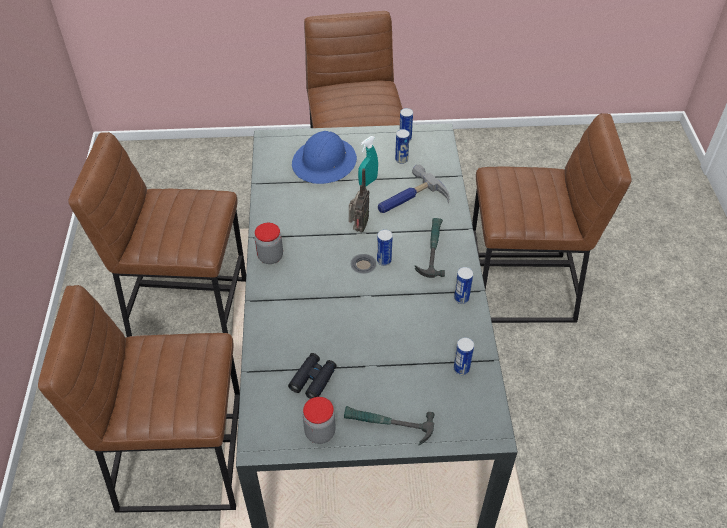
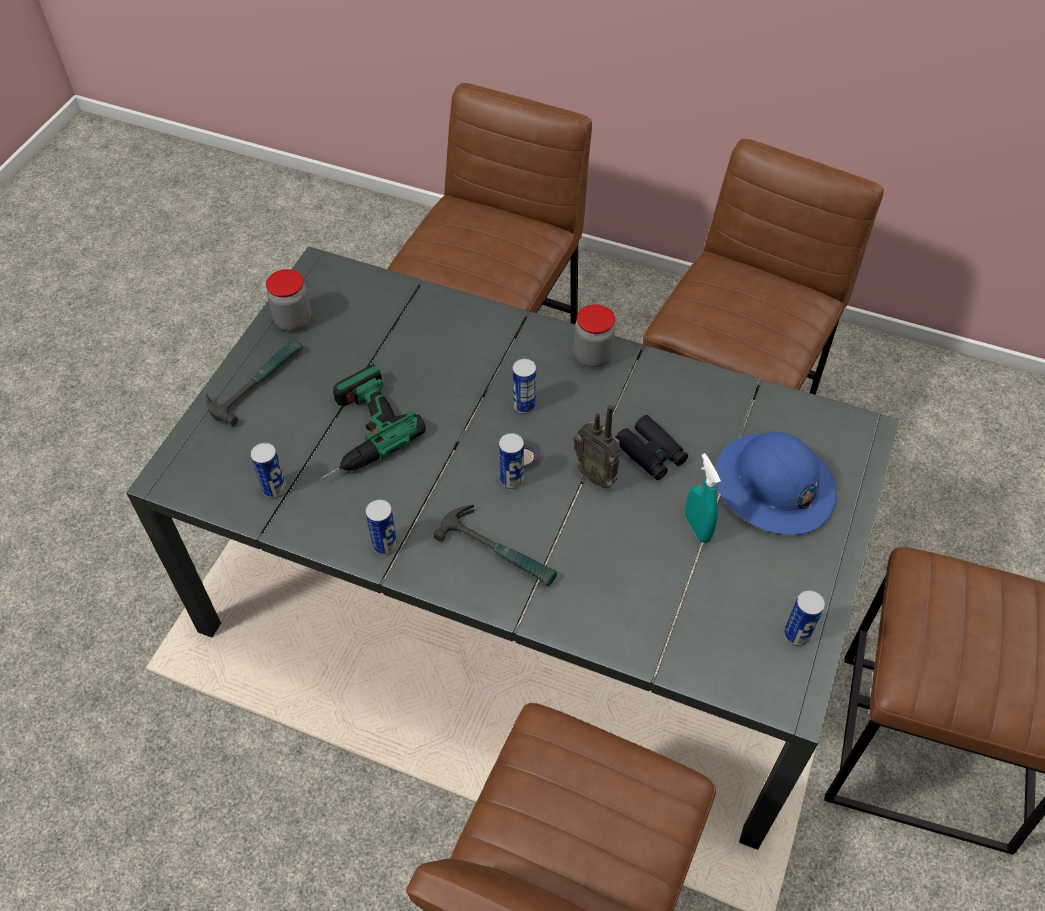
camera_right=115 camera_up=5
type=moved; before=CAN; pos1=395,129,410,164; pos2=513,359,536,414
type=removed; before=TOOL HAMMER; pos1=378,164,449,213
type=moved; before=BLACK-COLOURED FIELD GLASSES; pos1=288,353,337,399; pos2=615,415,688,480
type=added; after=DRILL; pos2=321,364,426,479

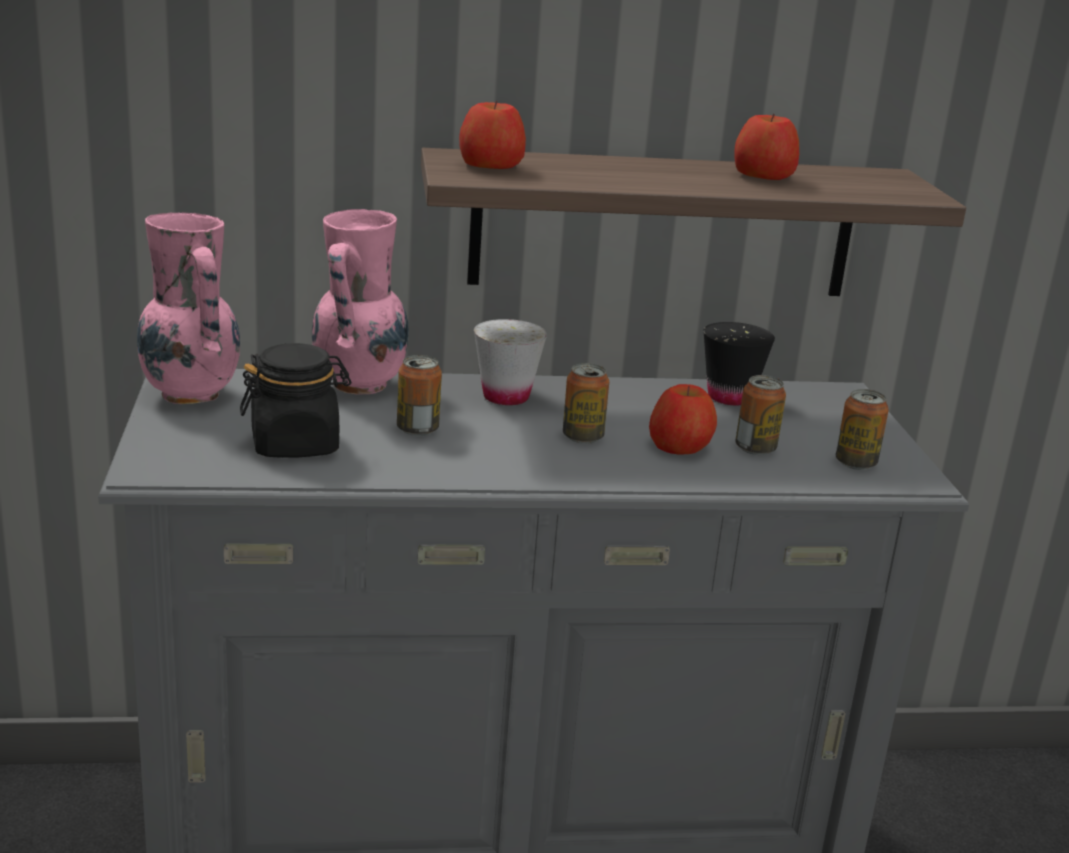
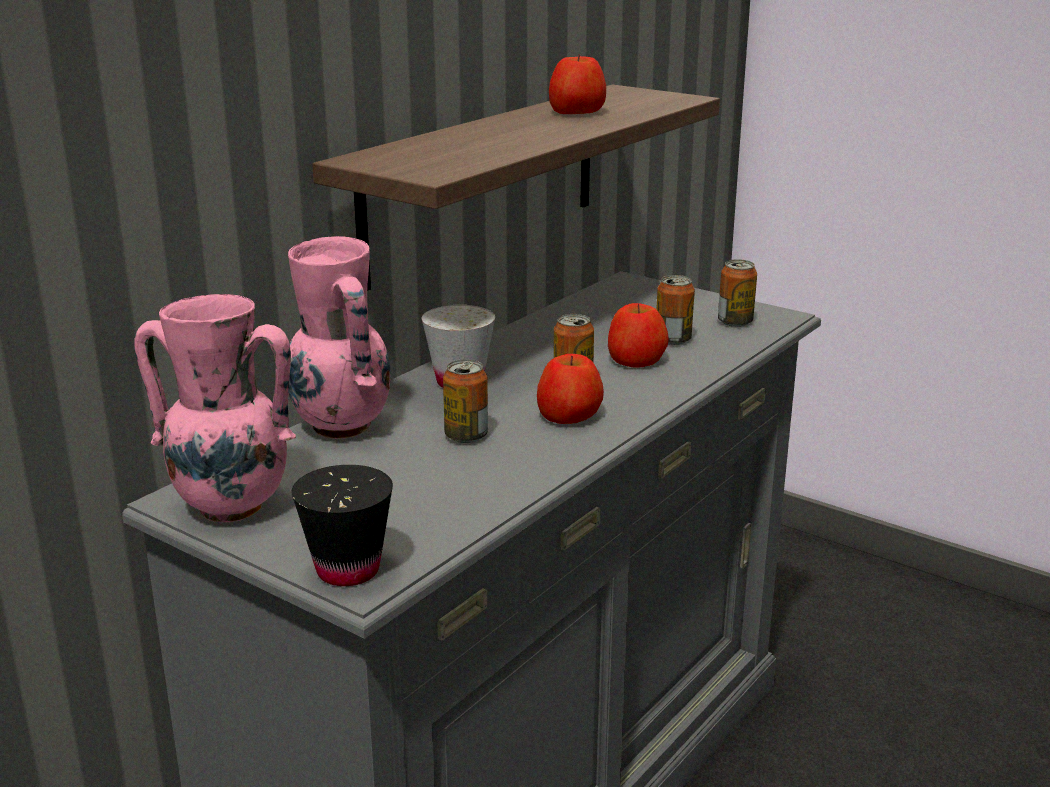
camera_right=-45 camera_up=0
type=moved; before=APPLE FRUIT; pos1=459,101,526,169; pos2=537,354,604,424
type=moved; before=BLACK-COLOURED CUP; pos1=703,322,775,405; pos2=291,465,393,586
type=removed; before=BLACK-COLOURED PRESERVE JAR; pos1=240,343,351,458

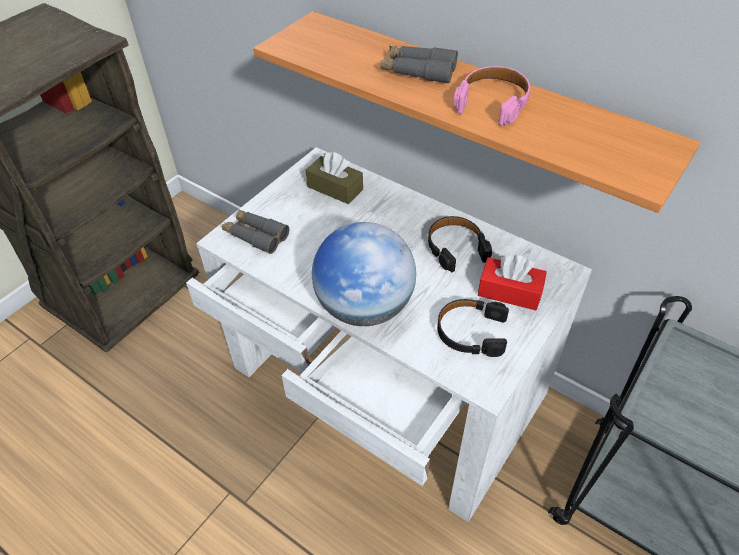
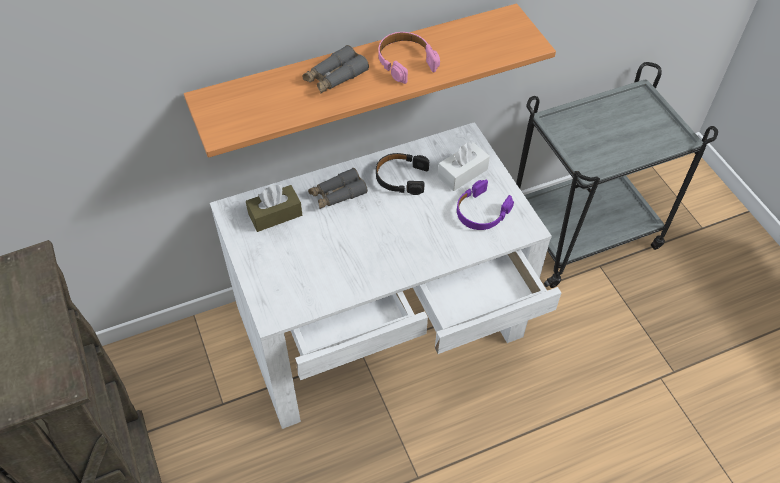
camera_right=-60 camera_up=5
type=moved; before=GREY FIELD GLASSES; pos1=222,209,289,254; pos2=308,168,368,209
type=removed; before=WORLD GLOBE; pos1=312,222,416,326
type=recoloured; before=RED-COLOURED TISSUE HOLDER; after=WHITE TISSUE HOLDER; pos1=478,255,547,310; pos2=438,142,490,191
type=recoloured; before=BLACK-COLOURED HEADSET; after=PURPLISH HEADSET; pos1=437,299,509,357; pos2=457,180,514,230

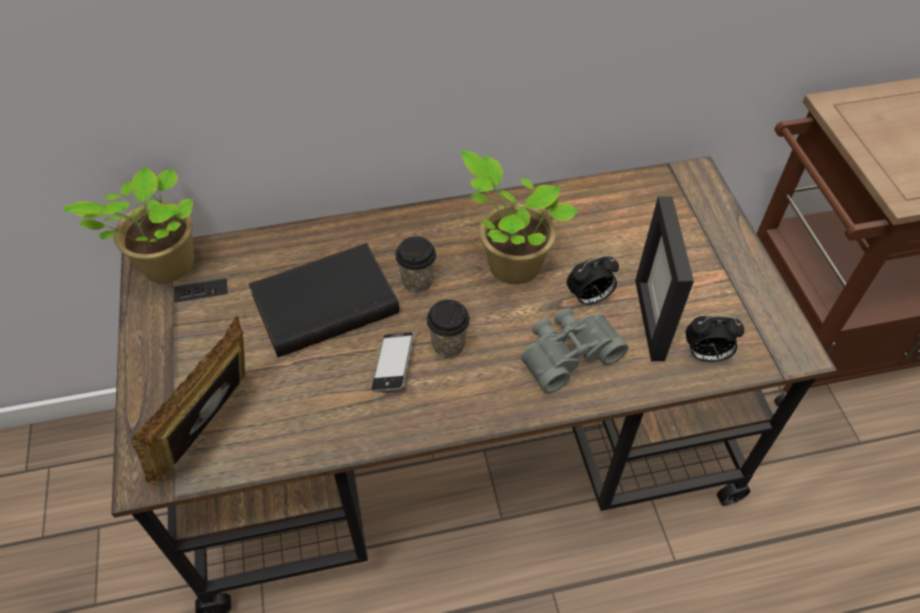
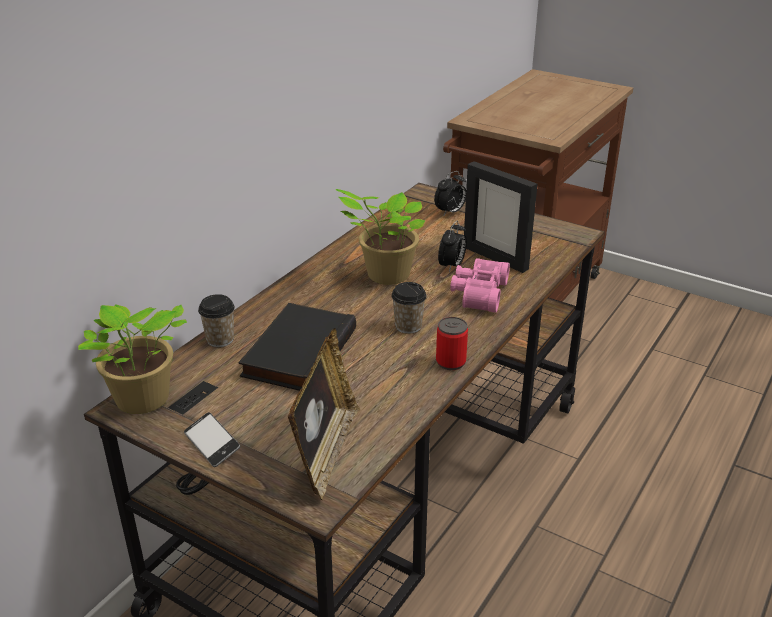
camera_right=-45 camera_up=-20
type=moved; before=CUP; pos1=395,236,436,293; pos2=198,294,235,347
type=recoloured; before=GREY FIELD GLASSES; after=PINK FIELD GLASSES; pos1=521,308,628,393; pos2=450,258,510,313
type=turned; before=PHOTO FRAME; pos1=131,316,245,485; pos2=288,328,360,500; turn=-150
type=moved; before=BEDSIDE CLOCK; pos1=686,316,744,362; pos2=434,171,466,215
type=moved; before=PHONE; pos1=371,332,414,392; pos2=184,412,240,467
type=added; after=CAN; pos2=436,317,468,370

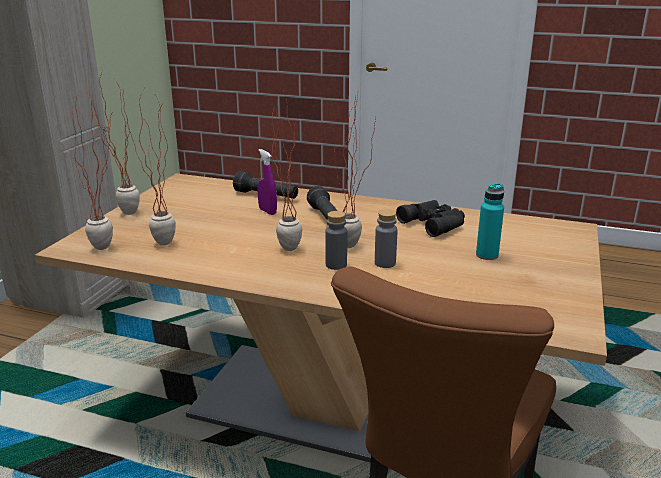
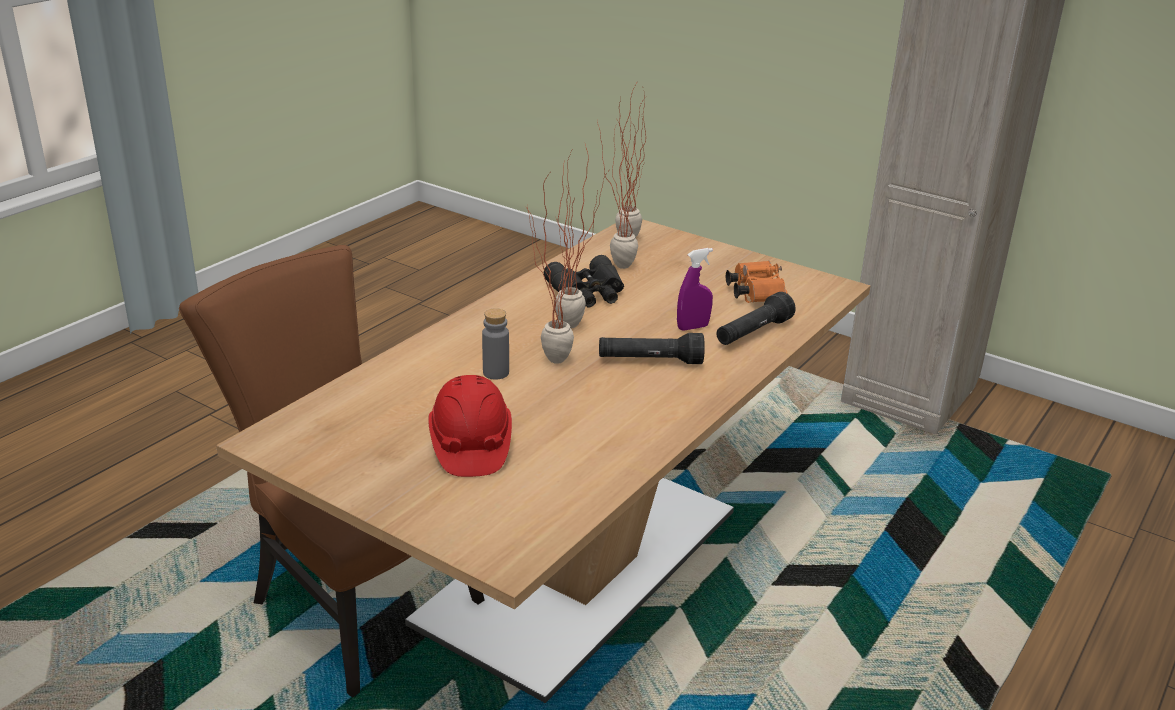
camera_right=105 camera_up=5
type=removed; before=POTTED PLANT; pos1=87,71,140,215
type=replaced; before=TURQUOISE-COLOURED BEVERAGE BOTTLE; after=RED-COLOURED WORK HELMET; pos1=476,183,504,260; pos2=428,375,512,477
type=moved; before=BLACK-COLOURED FIELD GLASSES; pos1=396,200,465,237; pos2=544,255,624,307
type=removed; before=GREY BEVERAGE BOTTLE; pos1=325,211,347,270
type=added; after=ORANGE FIELD GLASSES; pos2=726,261,788,303

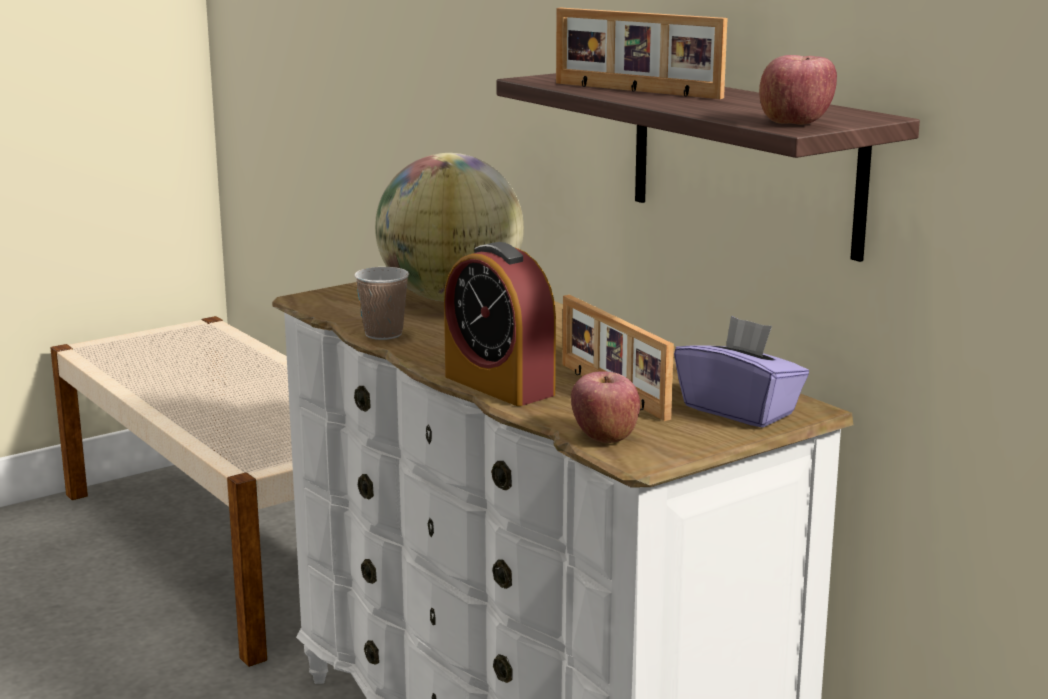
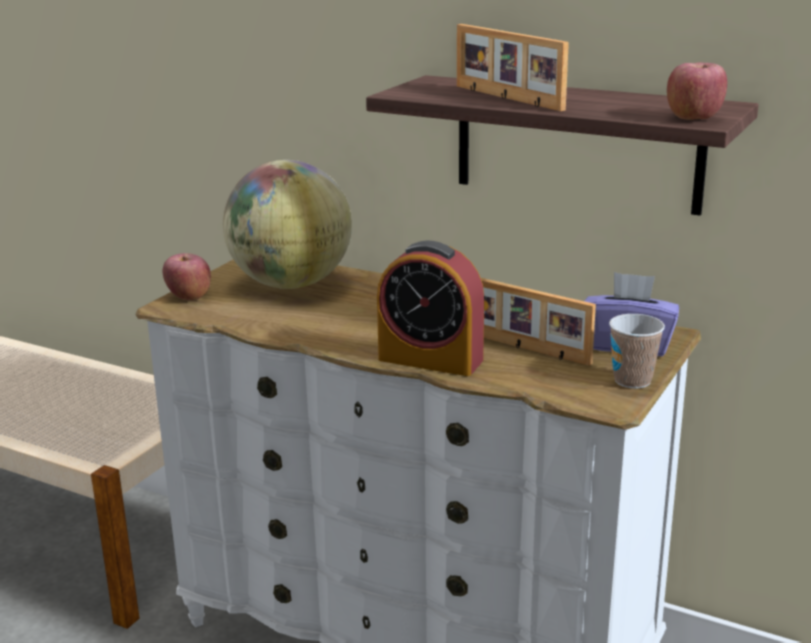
camera_right=-25 camera_up=5
type=turned; before=PHOTO FRAME; pos1=556,8,728,99; pos2=457,24,569,111; turn=45
type=moved; before=CUP; pos1=354,267,409,340; pos2=609,314,665,389
type=moved; before=APPLE FRUIT; pos1=571,371,640,443; pos2=162,253,211,300

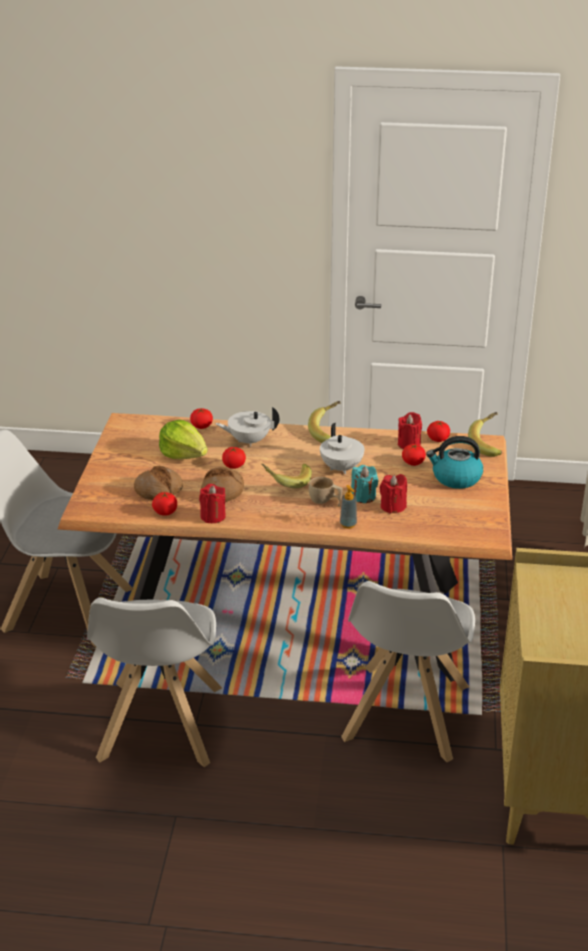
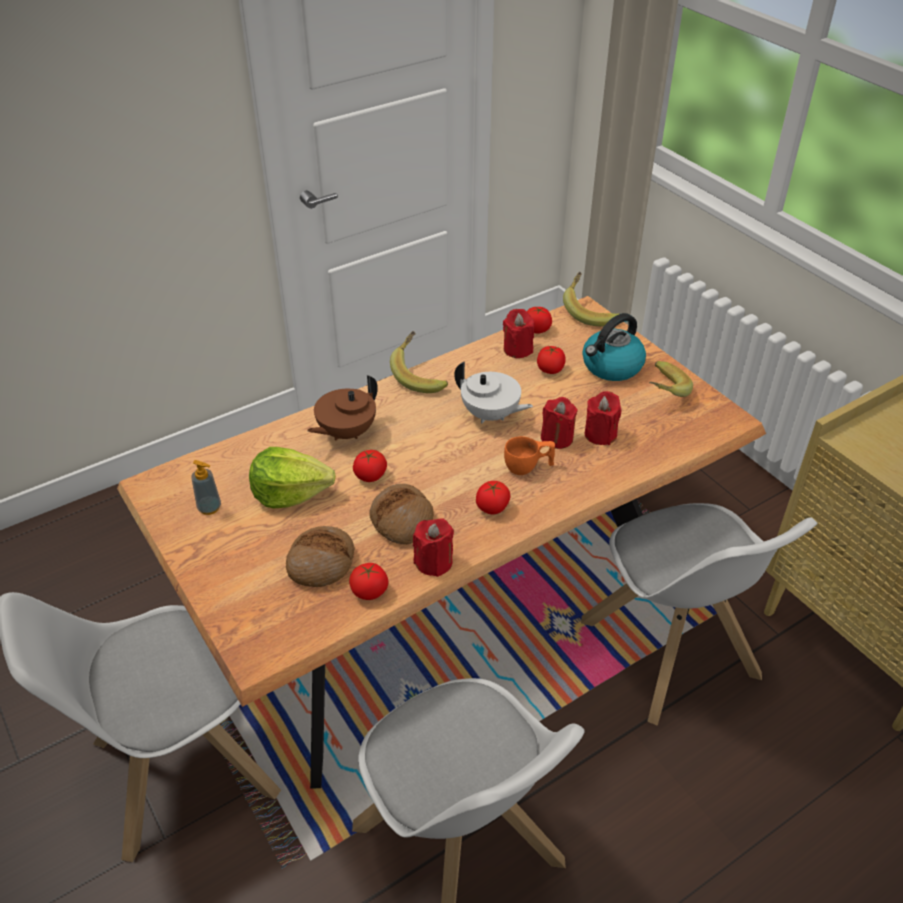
camera_right=-40 camera_up=10
type=recoloured; before=WHITE POT FOR TEA; after=BROWN-COLOURED POT FOR TEA; pos1=215,407,279,447; pos2=307,375,378,440
type=moved; before=WHOLE TOMATO; pos1=190,408,213,429; pos2=476,481,510,514
type=moved; before=BANANA; pos1=261,464,312,488; pos2=649,361,693,397
type=recoloured; before=TURQUOISE-COLOURED WAX LIGHT; after=RED-COLOURED WAX LIGHT; pos1=351,465,378,503; pos2=541,397,578,449
type=recoloured; before=SAND-COLOURED CUP; after=ORANGE CUP; pos1=309,477,343,506; pos2=504,436,555,475
type=moved; before=SOAP BOTTLE; pos1=340,485,357,529; pos2=191,460,221,515

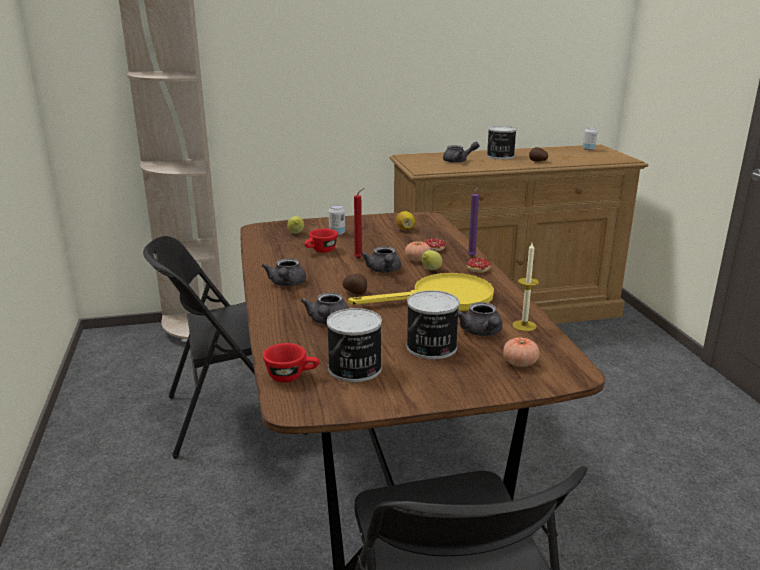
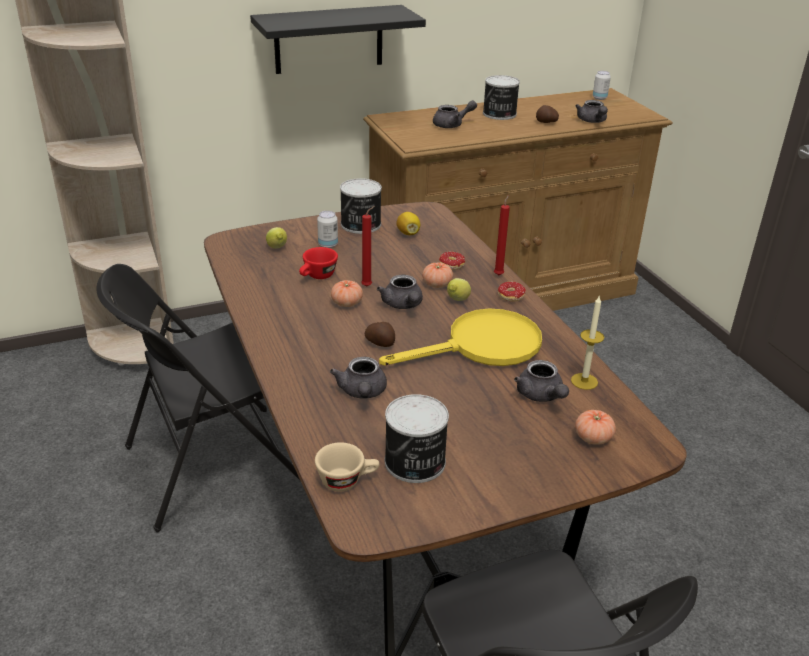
camera_right=-10 camera_up=10
type=recoloured; before=PURPLISH WAX LIGHT; after=RED-COLOURED WAX LIGHT; pos1=468,186,479,257; pos2=494,195,510,275
type=moved; before=GREY POT FOR TEA; pos1=262,258,306,286; pos2=575,100,608,123
type=moved; before=CAN; pos1=407,290,459,359; pos2=340,178,382,234
type=recoloured; before=RED-COLOURED CUP; after=SAND-COLOURED CUP; pos1=263,343,319,382; pos2=315,442,379,492
type=added; after=BLACK-COLOURED WALL SHELF; pos2=250,5,426,74
type=added; after=WHOLE TOMATO; pos2=331,280,363,307

